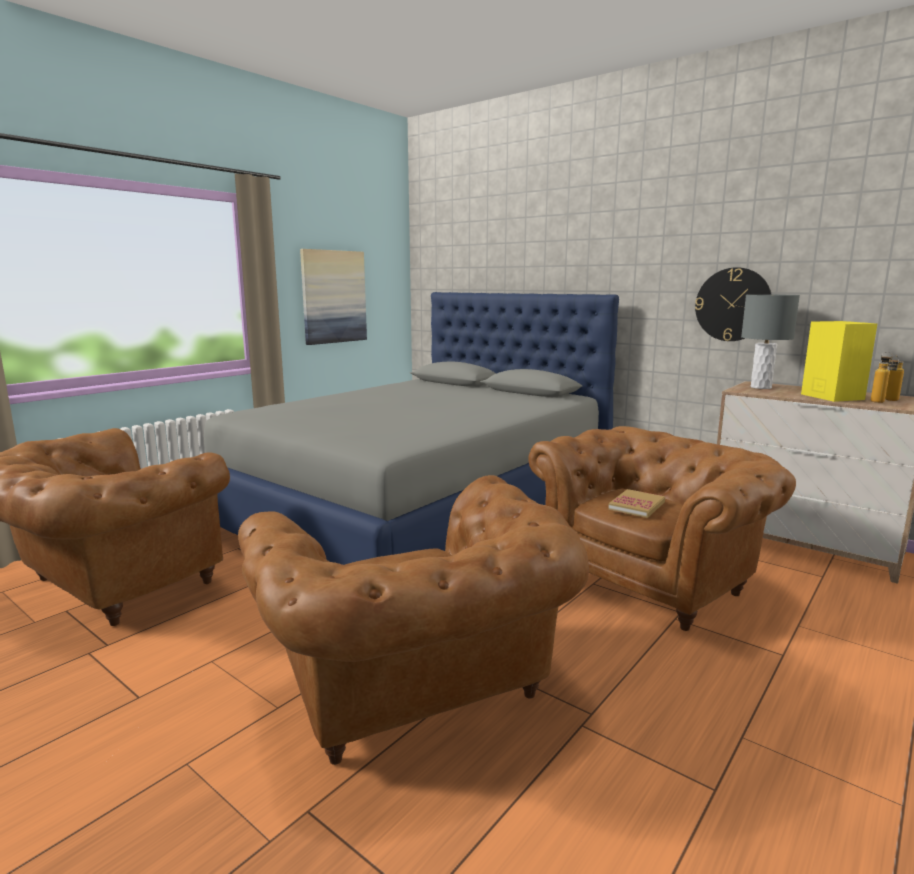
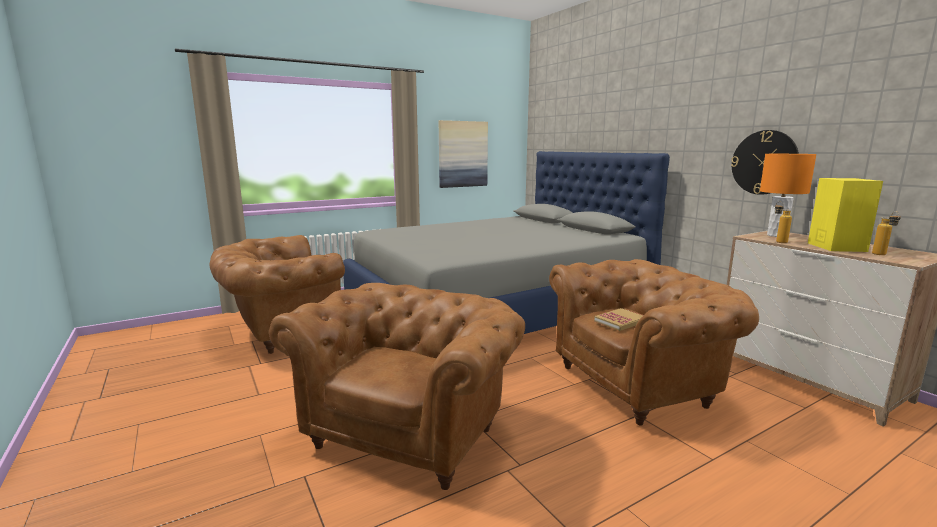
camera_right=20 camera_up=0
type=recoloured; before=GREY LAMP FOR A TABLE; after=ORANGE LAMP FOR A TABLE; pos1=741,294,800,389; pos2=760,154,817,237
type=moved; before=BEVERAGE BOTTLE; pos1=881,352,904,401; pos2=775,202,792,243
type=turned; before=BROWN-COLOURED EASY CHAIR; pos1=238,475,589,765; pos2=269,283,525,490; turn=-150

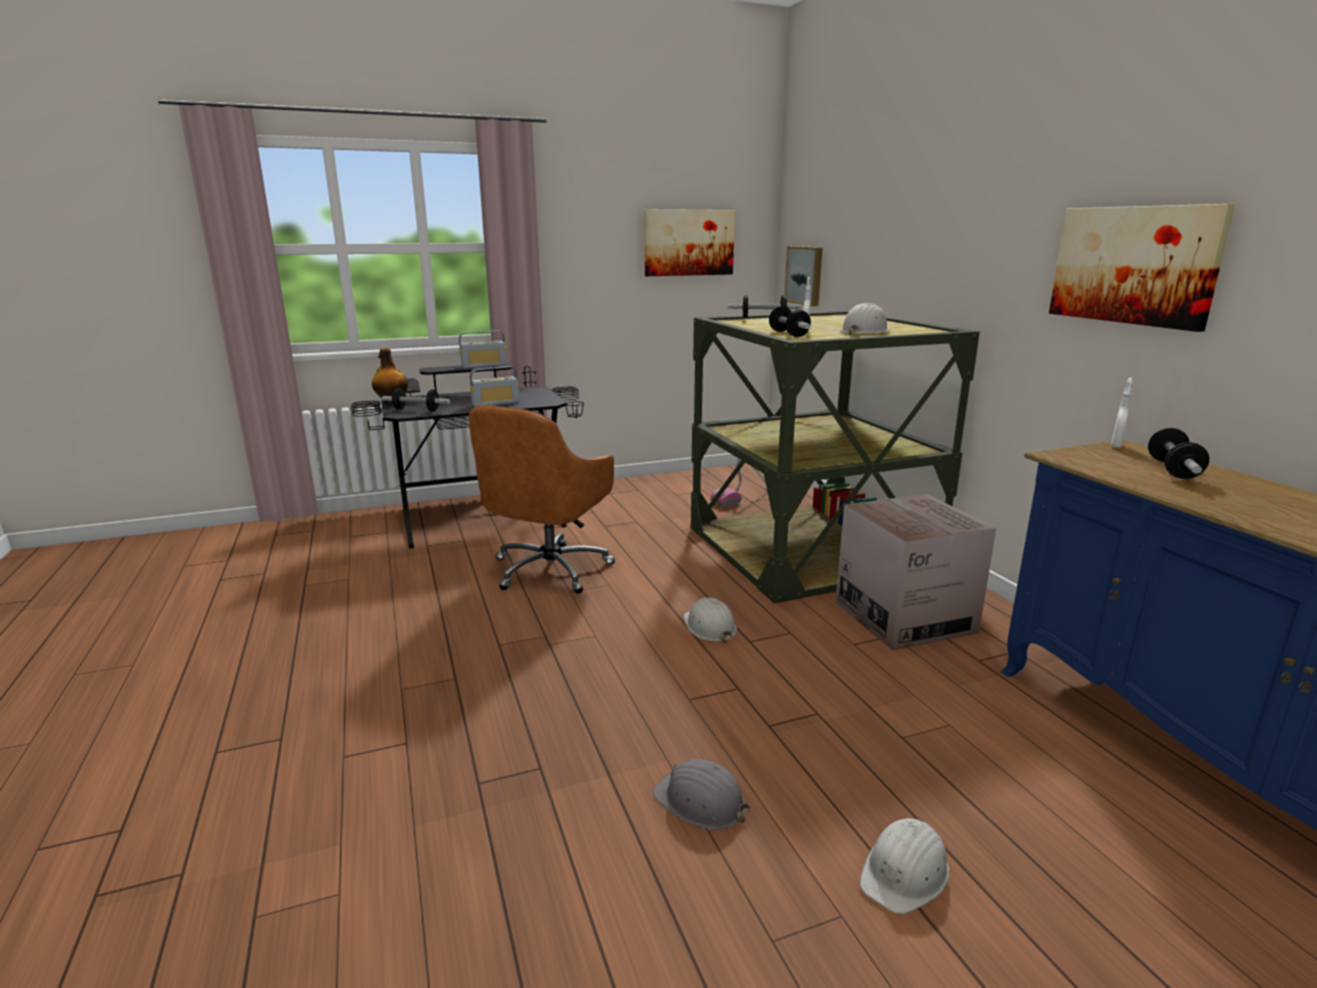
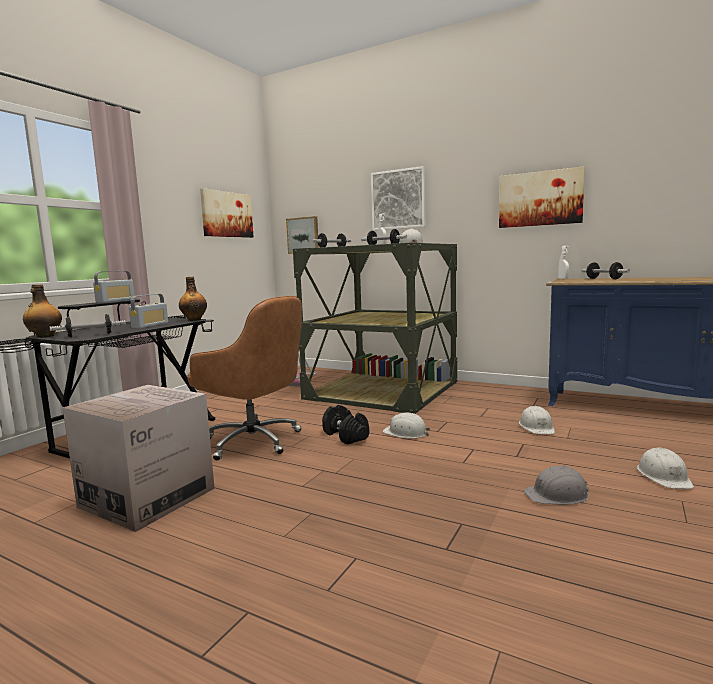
camera_right=-40 camera_up=-10
type=turned; before=BROWN-COLOURED DESK CHAIR; pos1=469,405,615,593; pos2=187,296,302,460; turn=-45
type=moved; before=PACKING BOX; pos1=835,494,996,651; pos2=63,385,215,532
type=added; after=WALL PICTURE; pos2=371,166,426,231
type=added; after=BEVERAGE BOTTLE; pos2=179,277,207,321
type=added; after=BLACK-COLOURED FREE WEIGHT; pos2=322,405,369,445
type=added; after=WHITE WORK HELMET; pos2=519,406,555,434

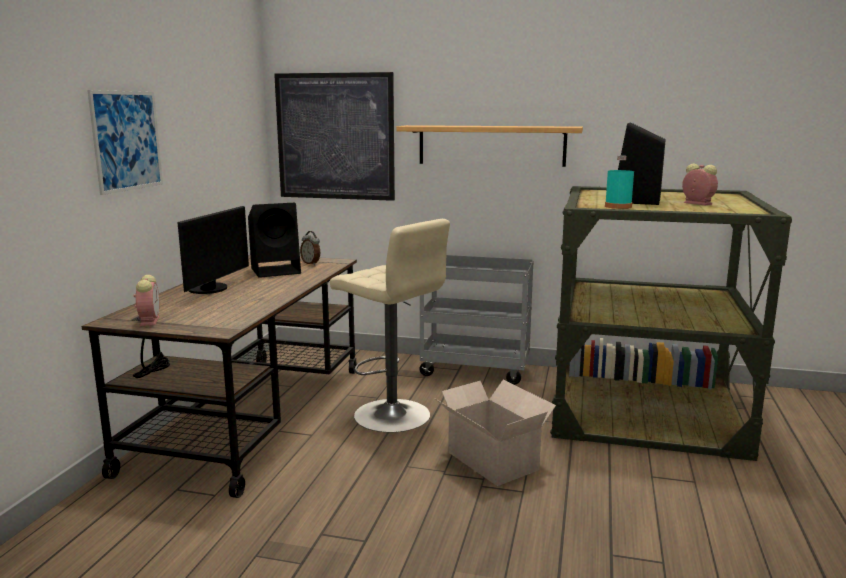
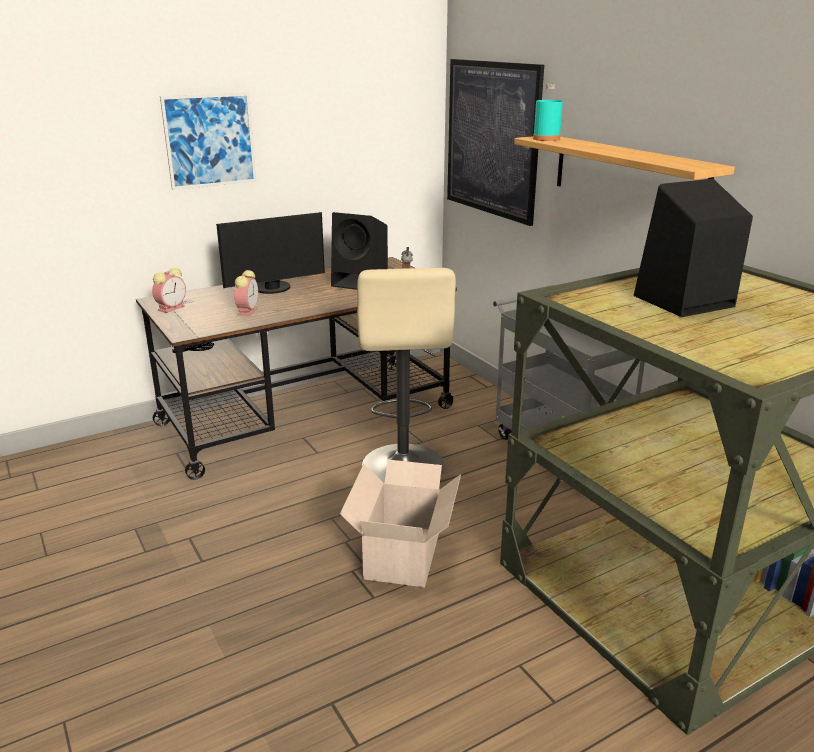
camera_right=45 camera_up=10
type=moved; before=TURQUOISE-COLOURED BEVERAGE BOTTLE; pos1=605,155,634,209; pos2=533,84,563,141
type=moved; before=BEDSIDE CLOCK; pos1=682,163,718,205; pos2=234,270,258,316

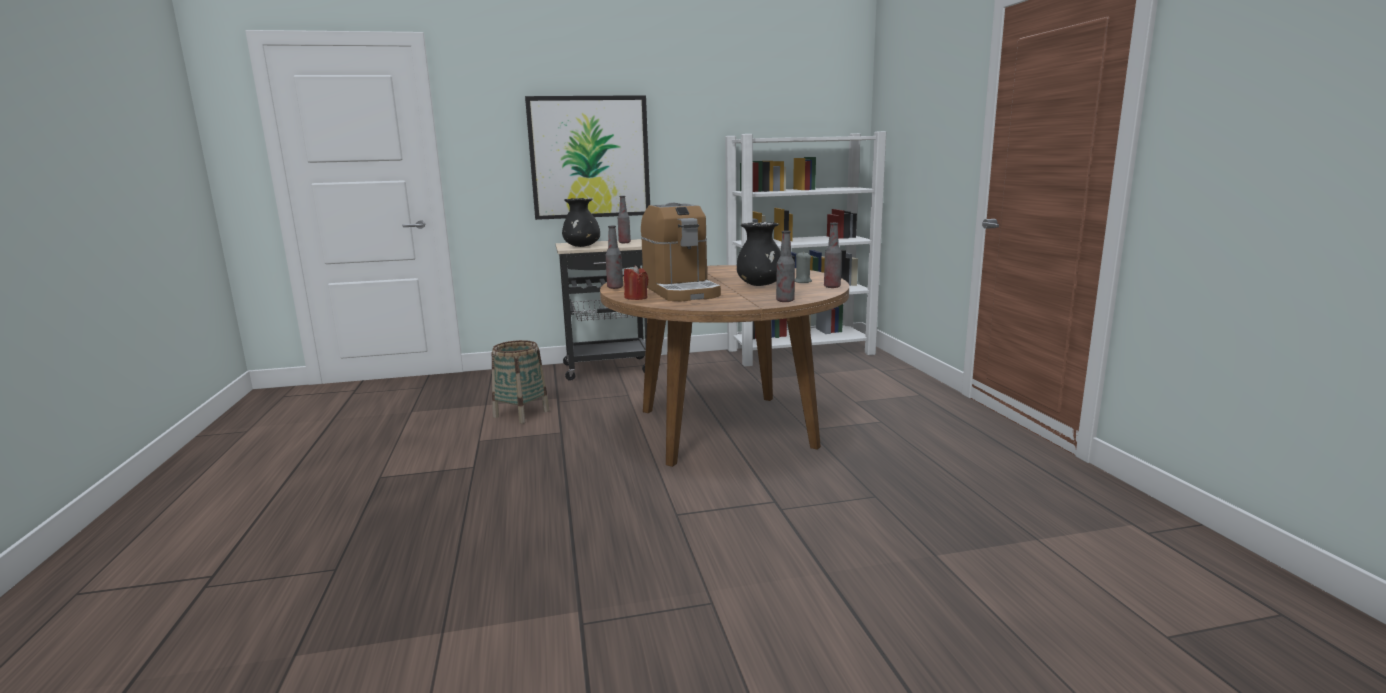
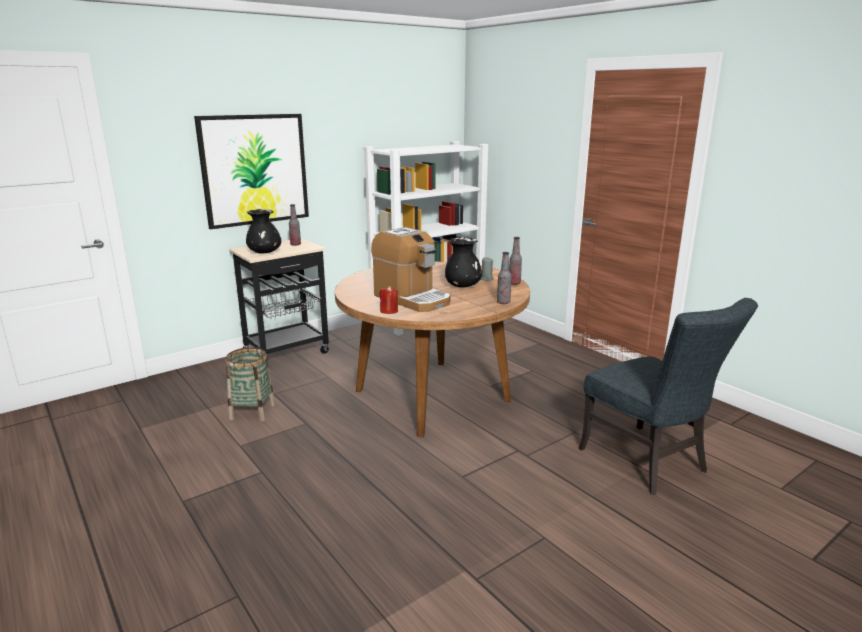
camera_right=-25 camera_up=5
type=removed; before=BEVERAGE BOTTLE; pos1=606,226,623,289
type=added; after=GREY PLAIN CHAIR; pos2=578,298,758,495

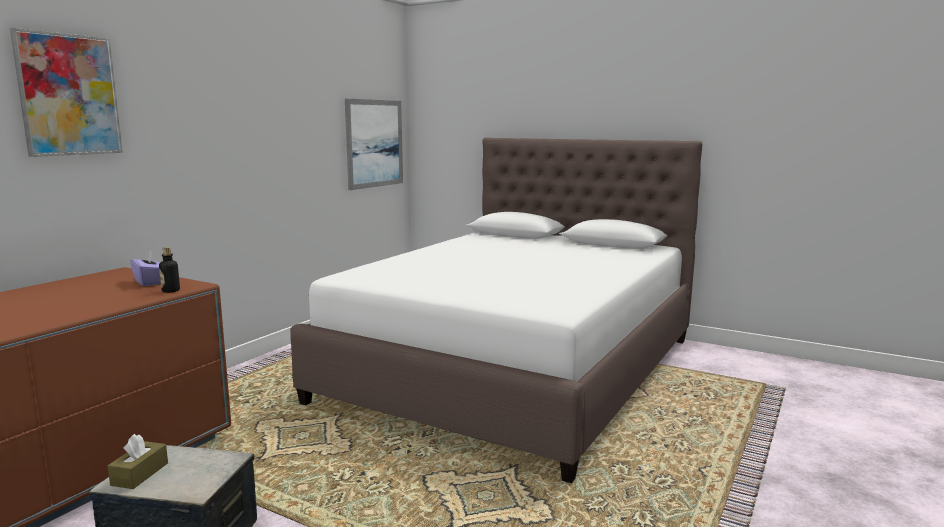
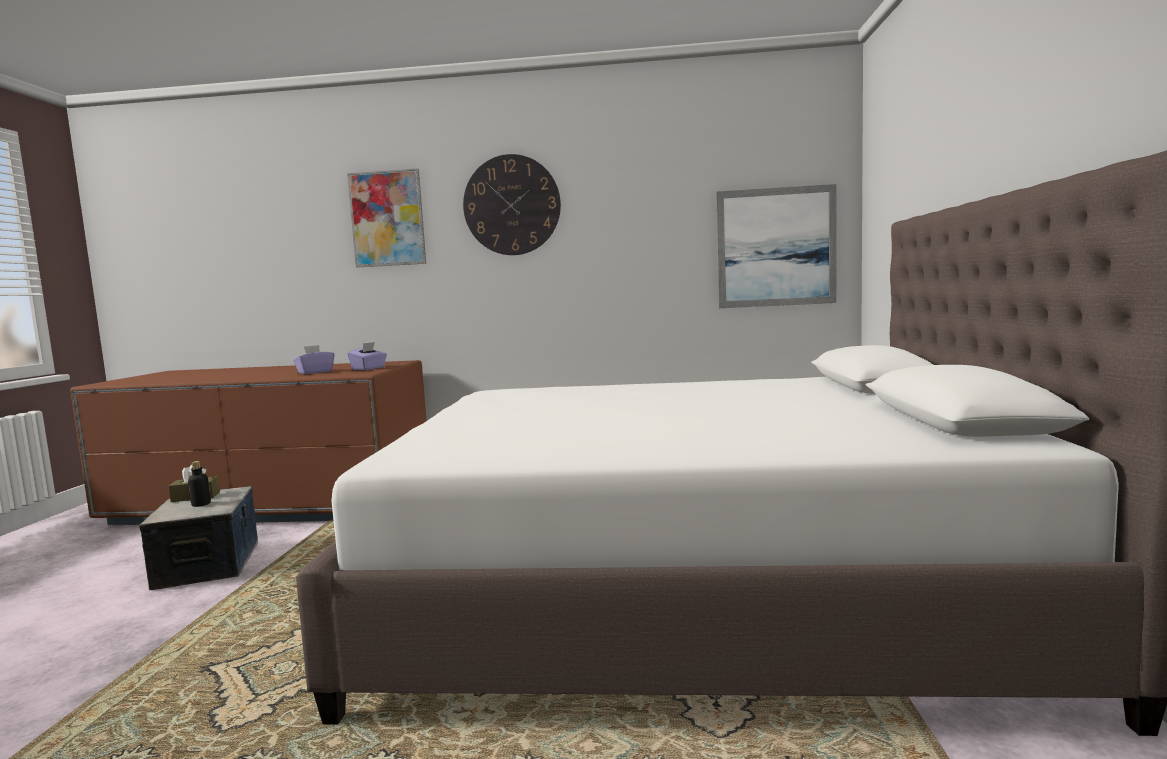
camera_right=65 camera_up=-5
type=moved; before=BEVERAGE BOTTLE; pos1=159,247,180,293; pos2=188,461,211,507
type=added; after=WALL CLOCK; pos2=463,154,561,255
type=added; after=PURPLISH TISSUE HOLDER; pos2=293,345,335,374

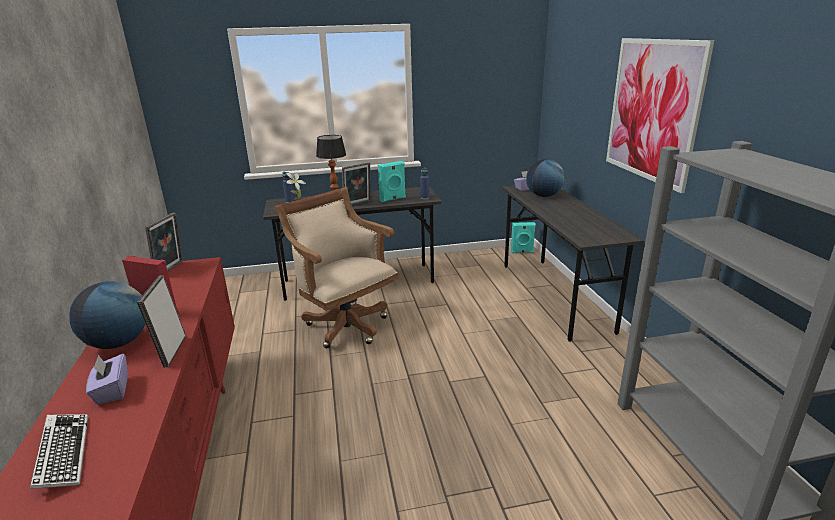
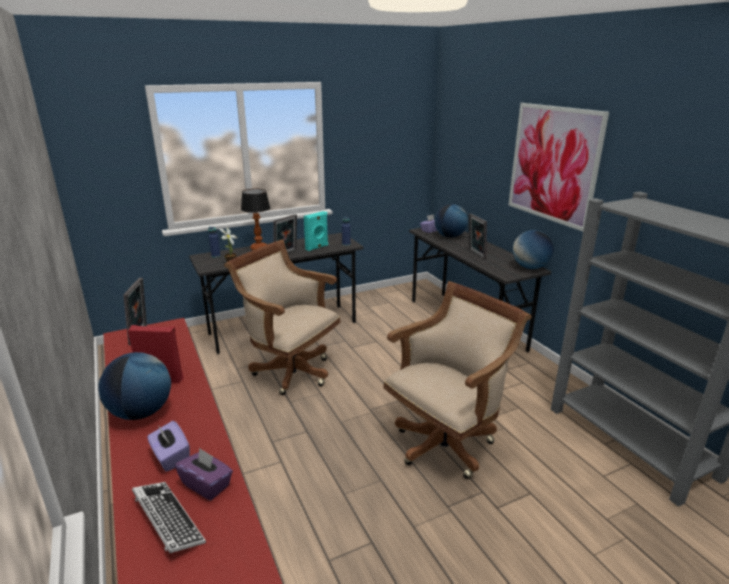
camera_right=-15 camera_up=0
type=removed; before=TURQUOISE-COLOURED SPEAKER; pos1=511,222,536,253
type=moved; before=PHOTO FRAME; pos1=137,275,186,368; pos2=469,214,487,259
type=added; after=WORLD GLOBE; pos2=513,230,554,269
type=added; after=DESK CHAIR; pos2=383,281,532,479
type=added; after=PURPLISH TISSUE HOLDER; pos2=175,448,233,500

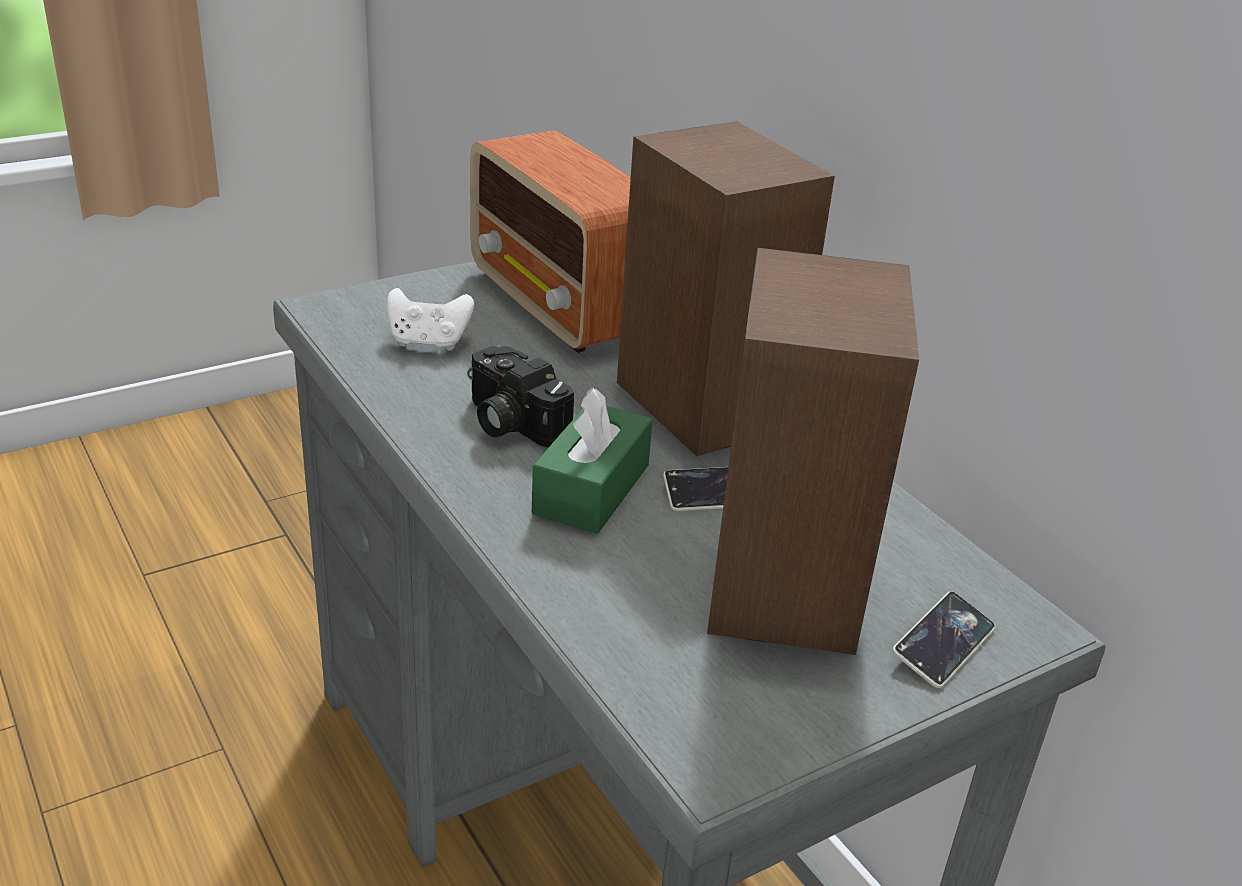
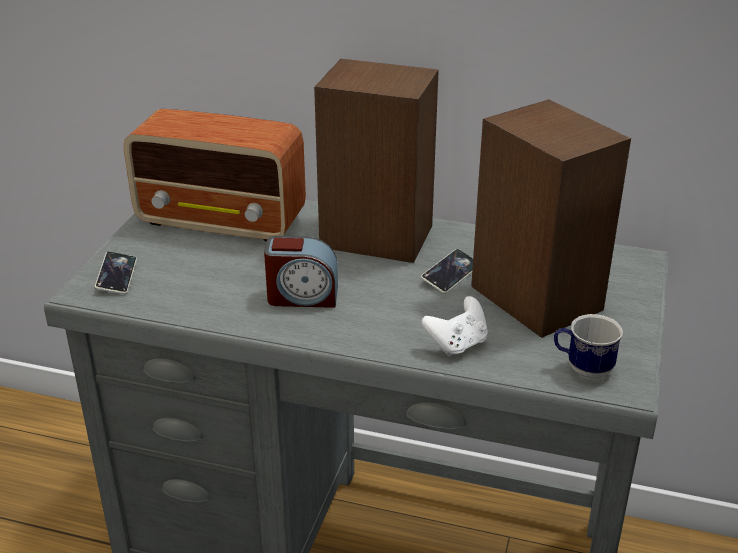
camera_right=-40 camera_up=0
type=moved; before=WHITE JOYPAD; pos1=387,288,474,351; pos2=422,296,488,356
type=replaced; before=STILL CAMERA; after=BEDSIDE CLOCK; pos1=467,346,574,448; pos2=264,236,338,308
type=removed; before=GREEN TISSUE HOLDER; pos1=532,388,653,534
type=moved; before=PHONE; pos1=892,591,995,688; pos2=95,252,137,294
type=added; after=TEA MUG; pos2=554,314,623,379

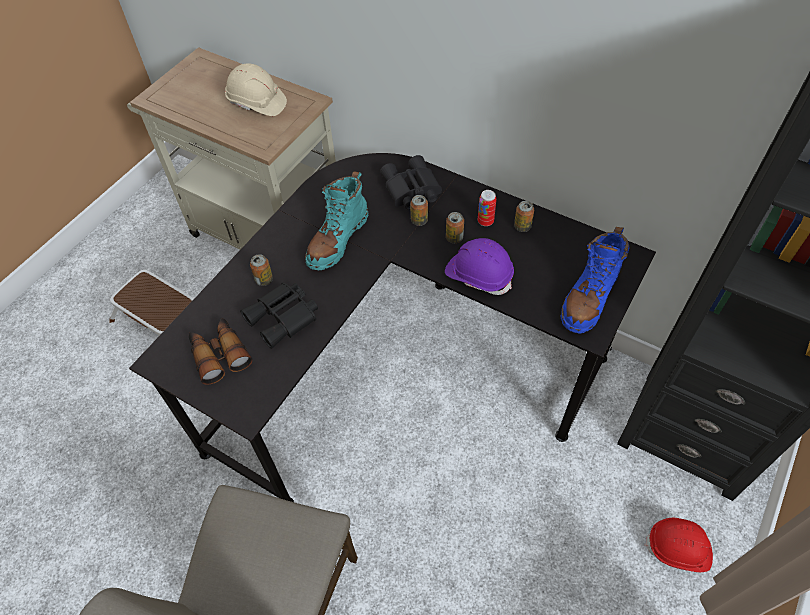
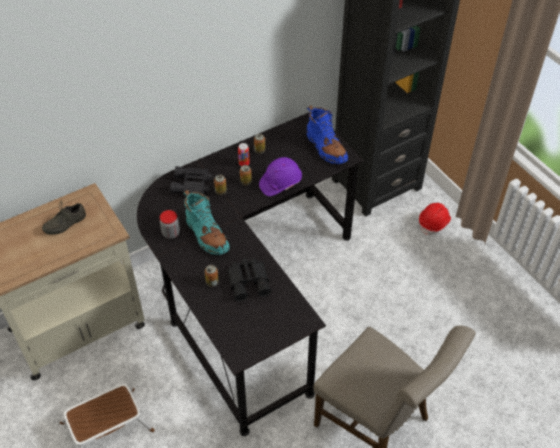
camera_right=-65 camera_up=-5
type=replaced; before=SAND-COLOURED WORK HELMET; after=GREY ITEM OF FOOTWEAR; pos1=225,63,287,116; pos2=42,199,86,235
type=removed; before=FIELD GLASSES; pos1=189,318,253,385
type=added; after=PRESERVE JAR; pos2=160,210,180,239

